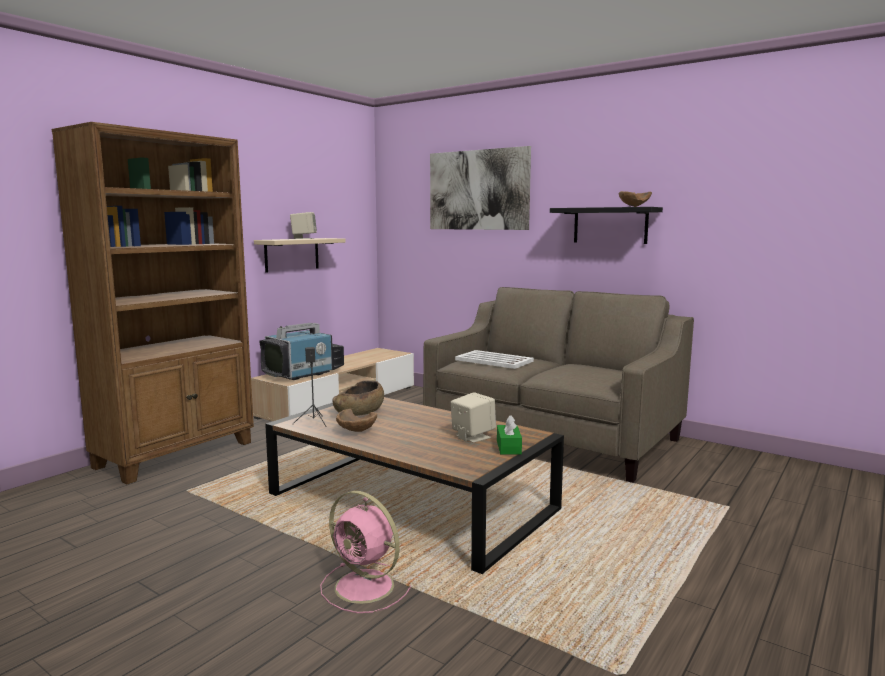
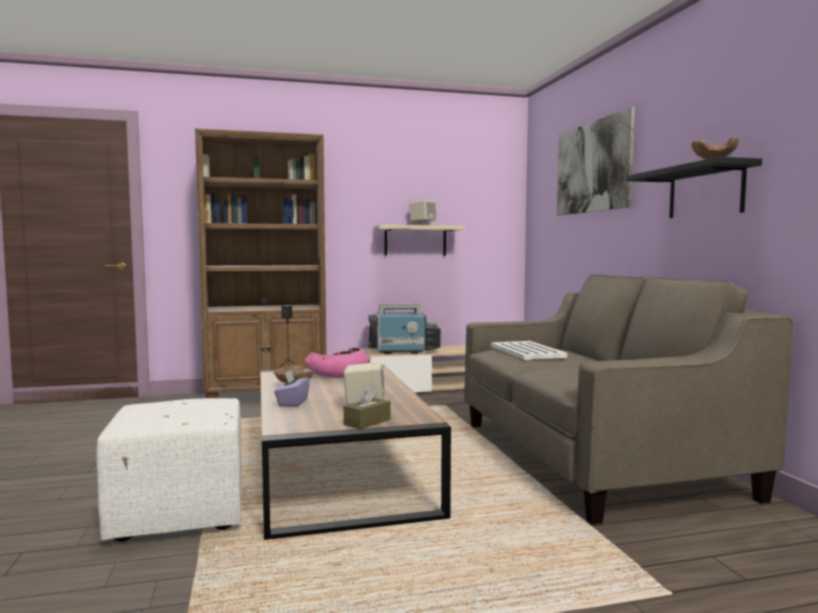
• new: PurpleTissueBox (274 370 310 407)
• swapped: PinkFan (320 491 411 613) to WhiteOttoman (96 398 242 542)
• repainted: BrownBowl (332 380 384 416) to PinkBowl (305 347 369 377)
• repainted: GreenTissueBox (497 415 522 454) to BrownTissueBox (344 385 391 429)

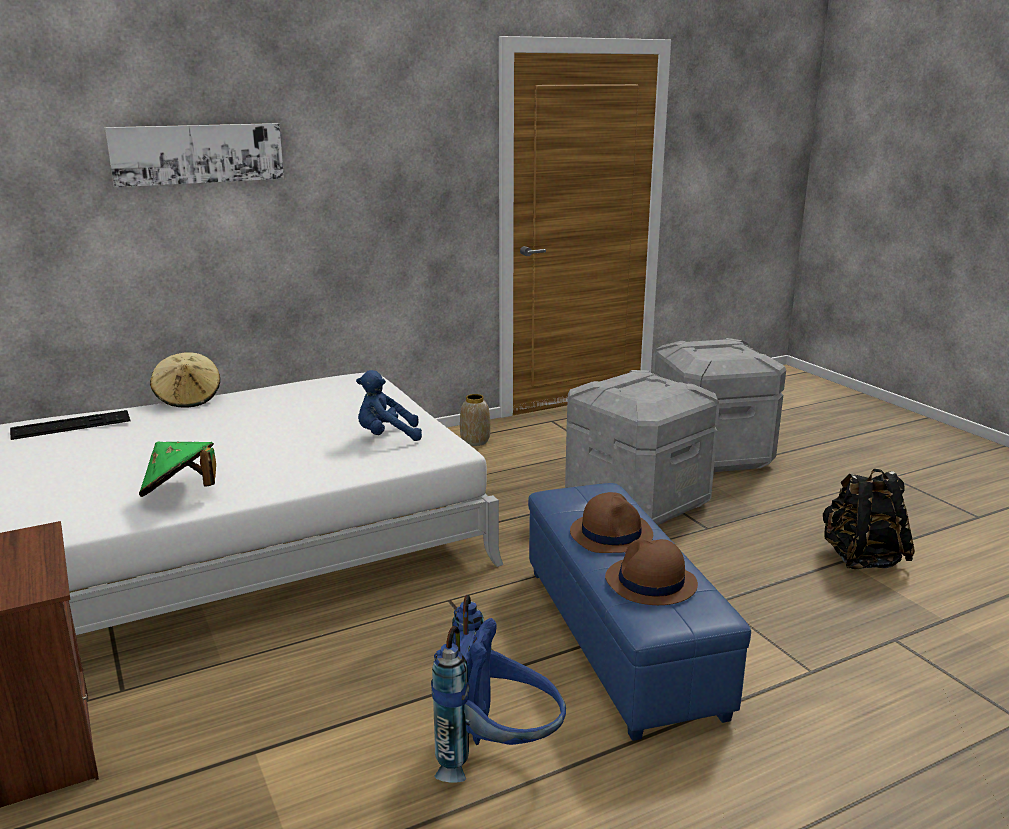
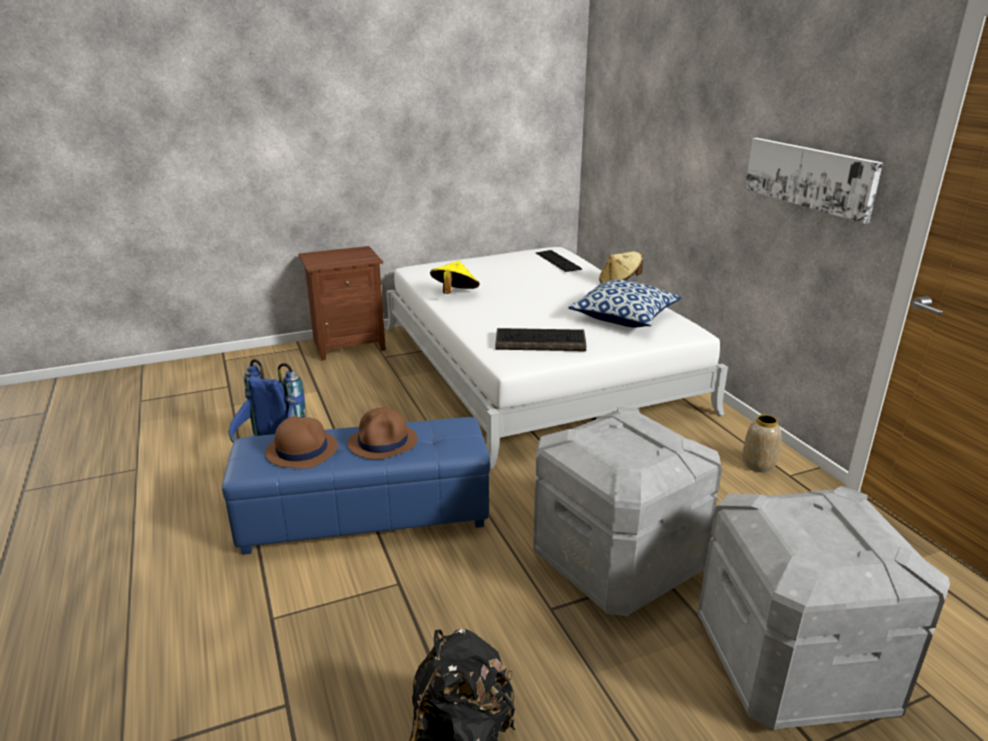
• new: Pillow (568 279 682 328)
• shifted: Picture (105 123 284 188) to (745 138 883 224)
• swapped: BluePlushToy (356 370 422 441) to Keyboard (495 328 586 351)
• repainted: GreenHat (139 441 216 497) to YellowHat (430 261 479 294)

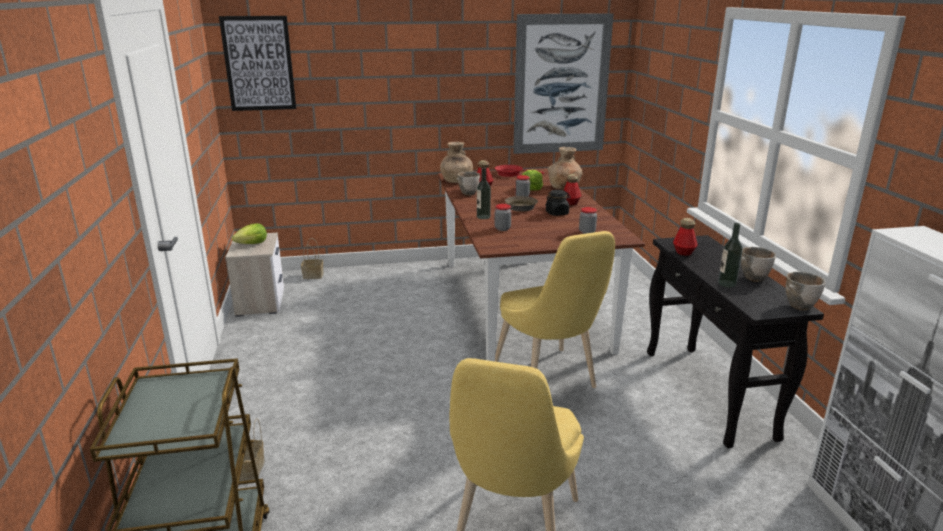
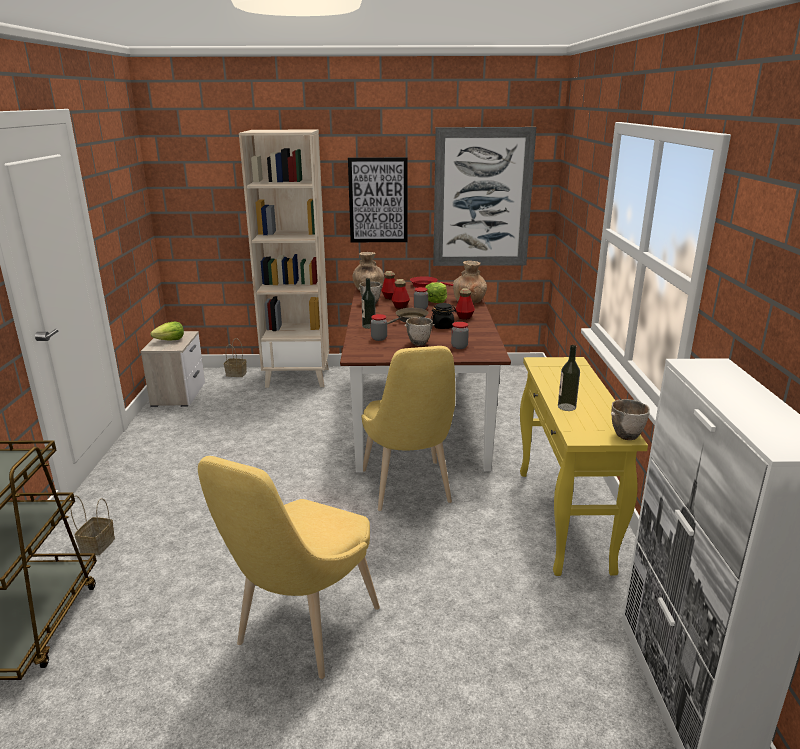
• new: BeigeBookcase (239 129 329 388)
• shifted: Picture (219 16 296 111) to (348 157 407 242)
• shifted: Bottle (673 218 698 256) to (391 279 410 309)
• shifted: Bowl (741 247 776 282) to (404 317 434 346)
• repainted: BlackConsoleTable (647 235 824 448) to YellowConsoleTable (520 357 648 576)

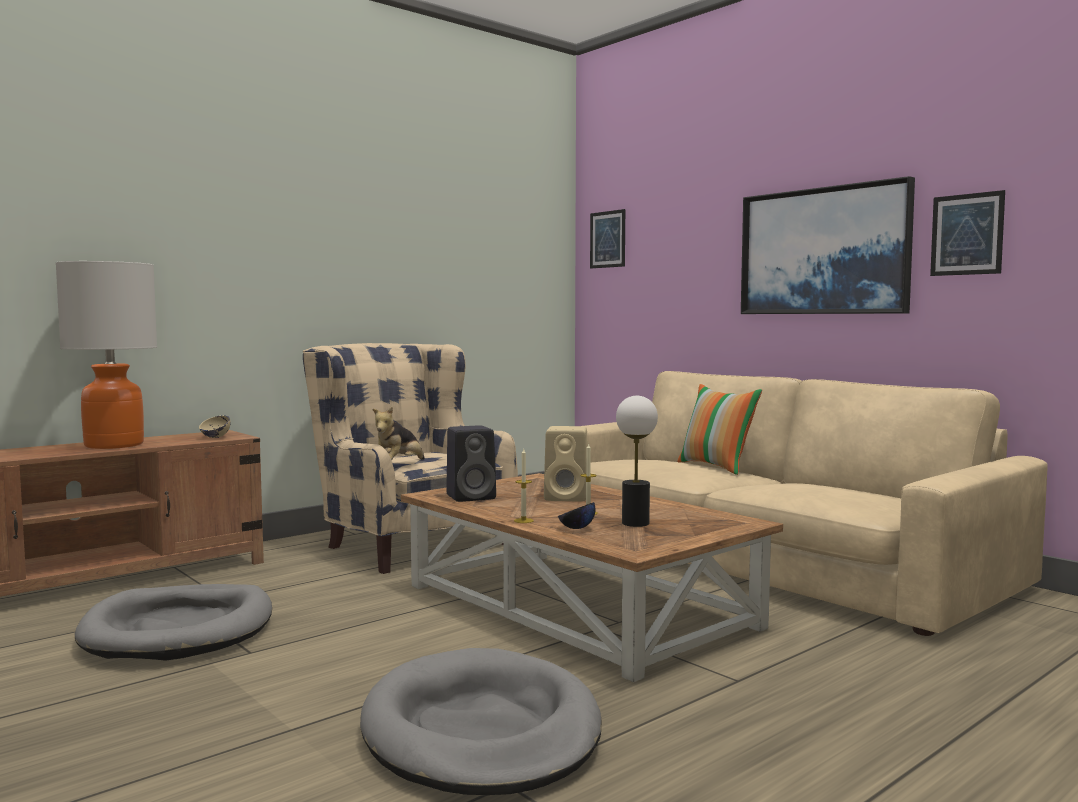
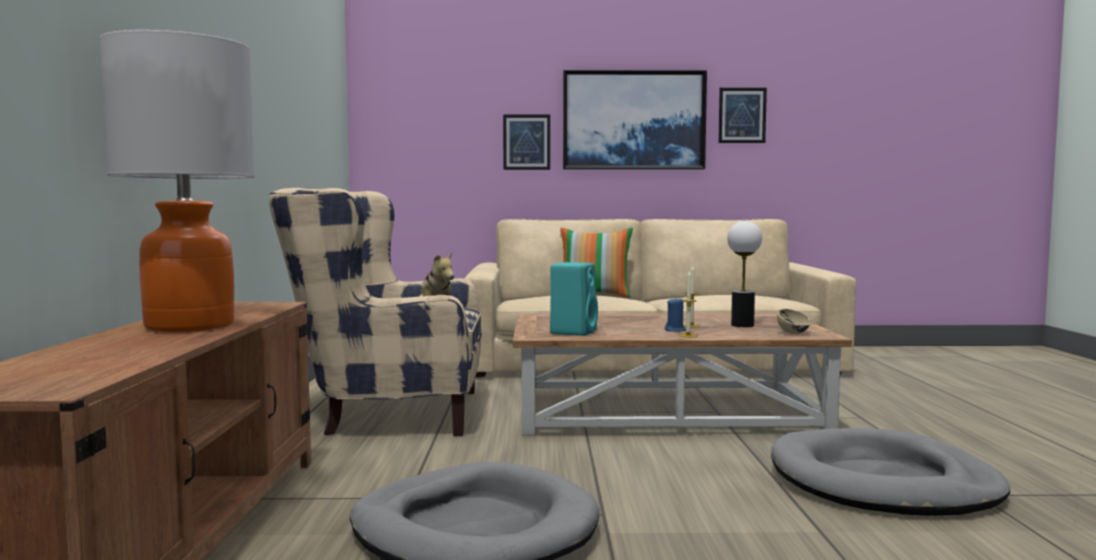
• gone: BeigeSpeaker (544 426 587 502)
• gone: BlackBowl (558 502 595 529)
• new: BlueCandle (665 297 686 332)
• shifted: BeigeBowl (199 415 231 438) to (777 309 811 334)
• shifted: Picture (590 209 625 269) to (503 115 550 170)
• repainted: BlackSpeaker (446 425 496 502) to TurquoiseSpeaker (550 262 598 336)

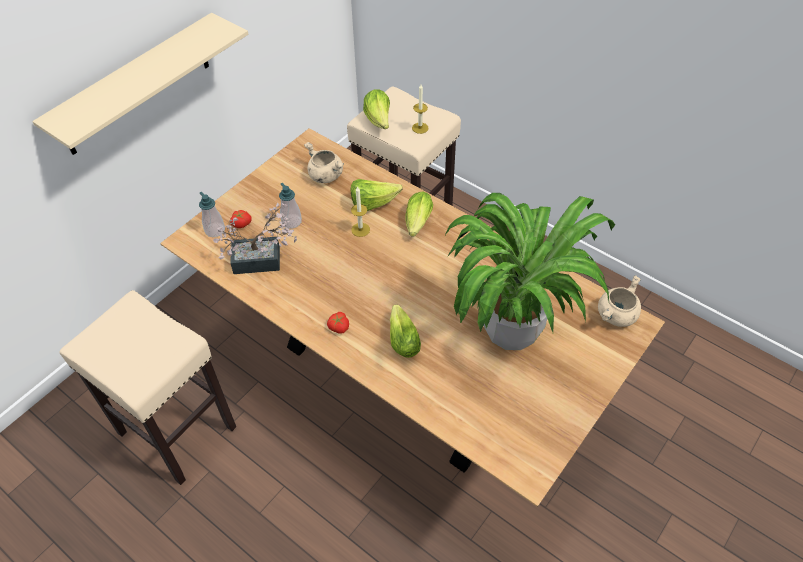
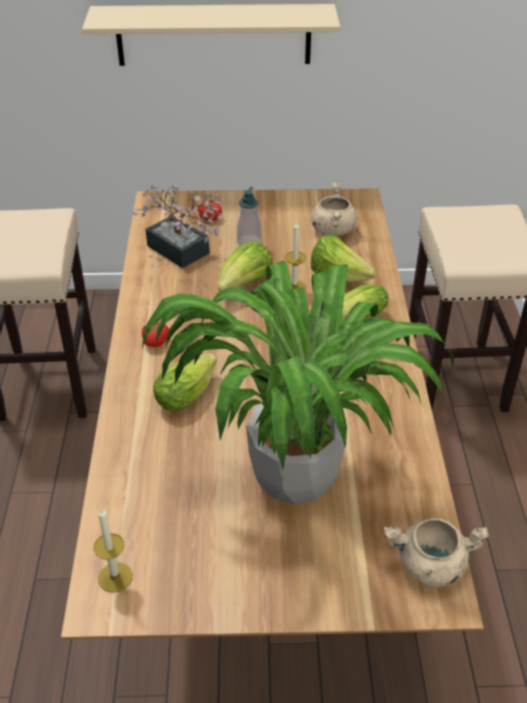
• gone: SoapDispenser (199 192 225 237)
• shifted: Lettuce (363 89 390 129) to (218 241 273 291)
• shifted: Candle (412 85 429 134) to (94 508 133 593)

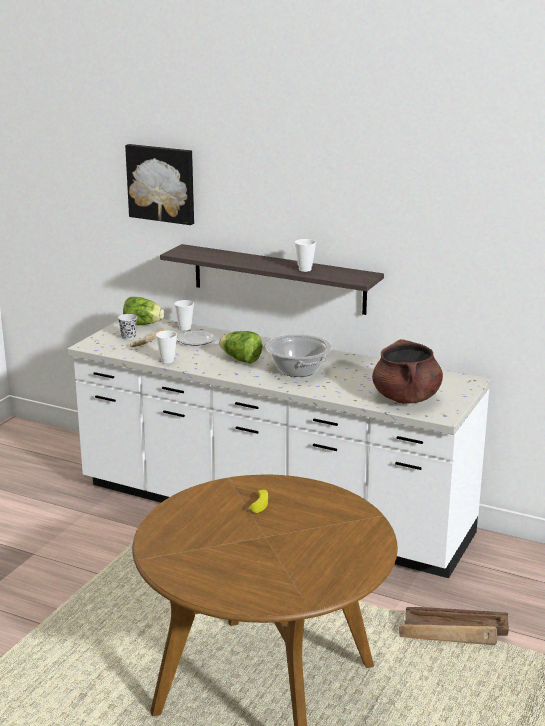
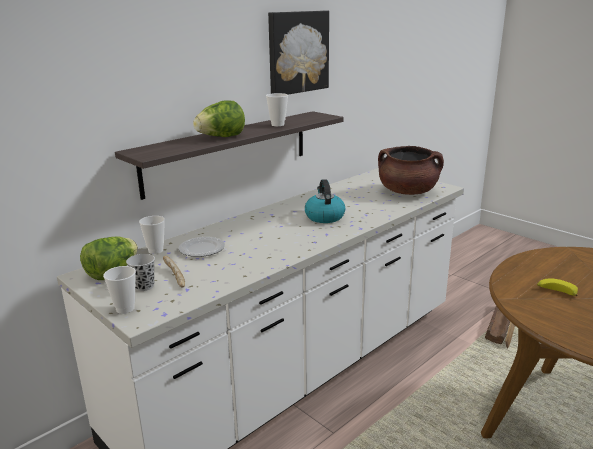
• shifted: Picture (125 144 194 225) to (268 11 329 95)
• shifted: Cup (156 331 177 363) to (103 266 136 314)
• shifted: Lettuce (219 331 263 364) to (193 100 245 137)
• swapped: CookingPot (266 334 332 377) to Kettle (305 179 345 223)

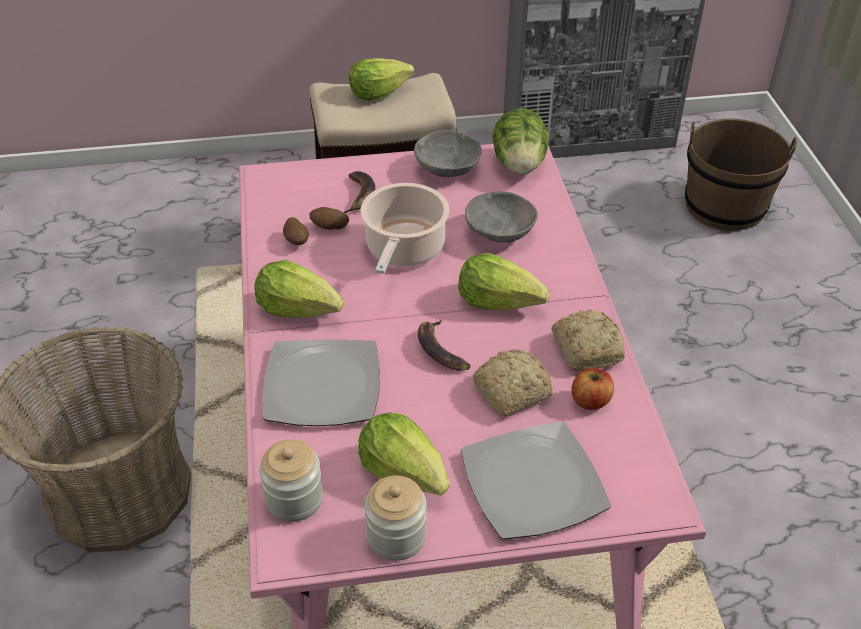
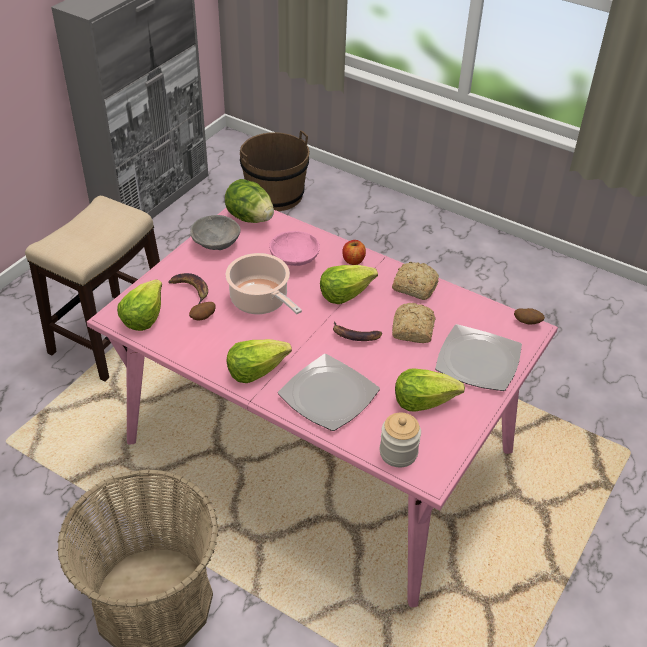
• gone: Jar (364 476 427 561)
• shifted: Potato (283 217 309 245) to (514 308 545 325)
• shifted: Lettuce (349 58 415 101) to (117 279 162 331)
• shifted: Apple (571 368 614 410) to (343 240 366 265)
• repainted: GreyBowl (465 191 538 243) to PinkBowl (269 231 320 266)

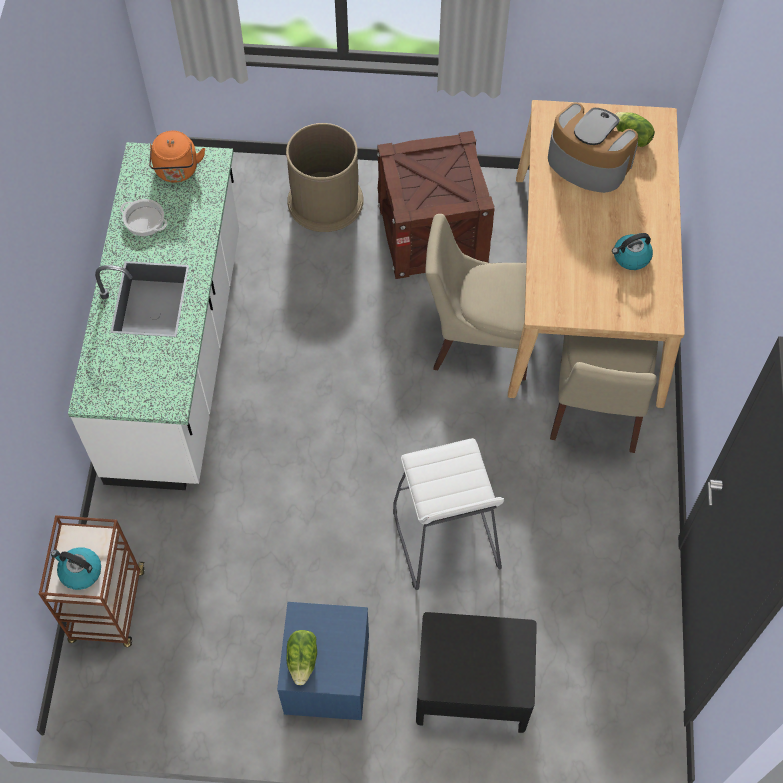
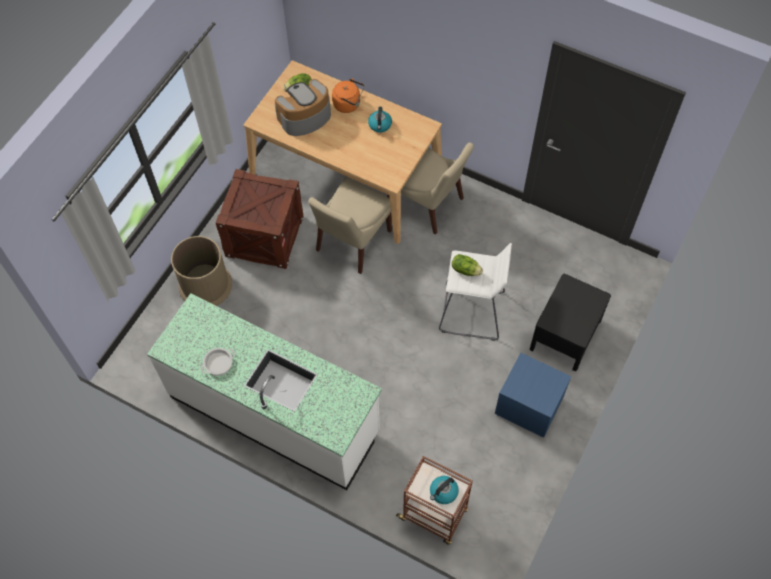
• shifted: OrangeKettle (149 131 205 183) to (332 78 364 113)
• shifted: Lettuce (286 630 317 685) to (452 254 483 276)

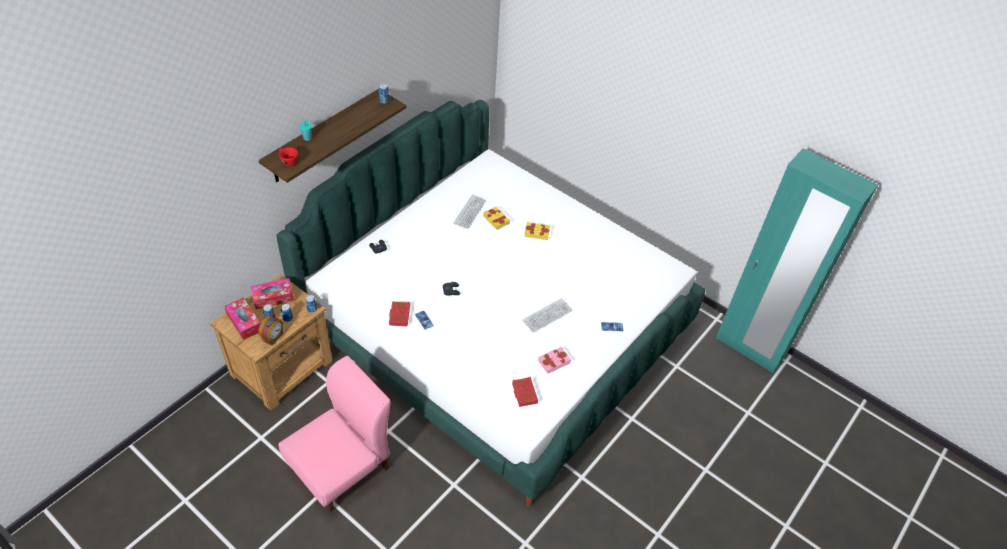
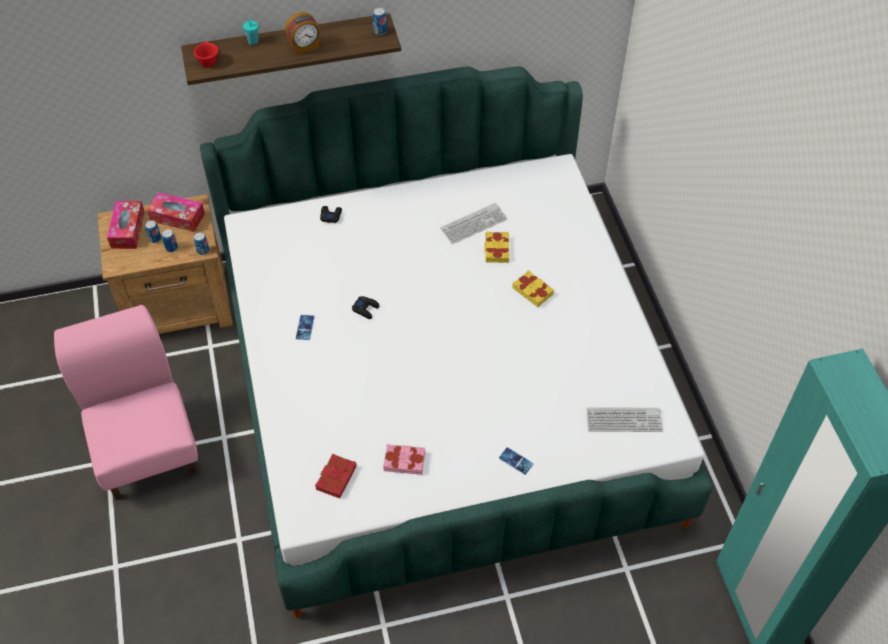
• gone: RedBook (389 301 410 326)
• shifted: AlarmClock (258 315 283 346) to (285 12 320 55)
• shifted: Keyboard (522 298 573 333) to (587 407 663 432)
• rotated: PinkChair (278 356 391 512) = (54 305 198 500) 105 degrees counterclockwise

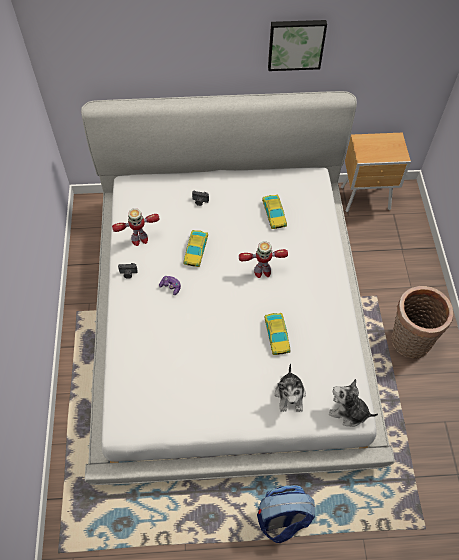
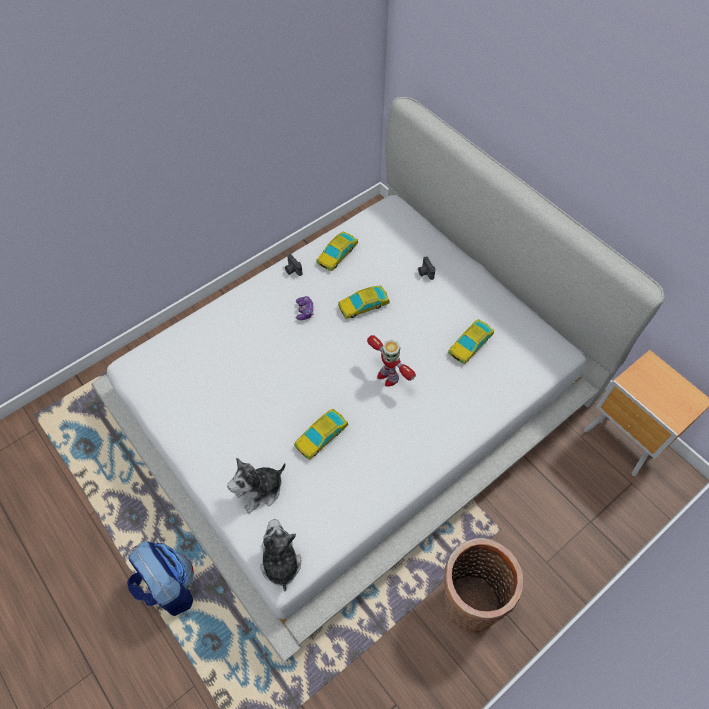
• gone: Picture (268 20 327 71)
• swapped: ToyRobot (112 209 160 246) to ToyCar (316 232 358 271)

